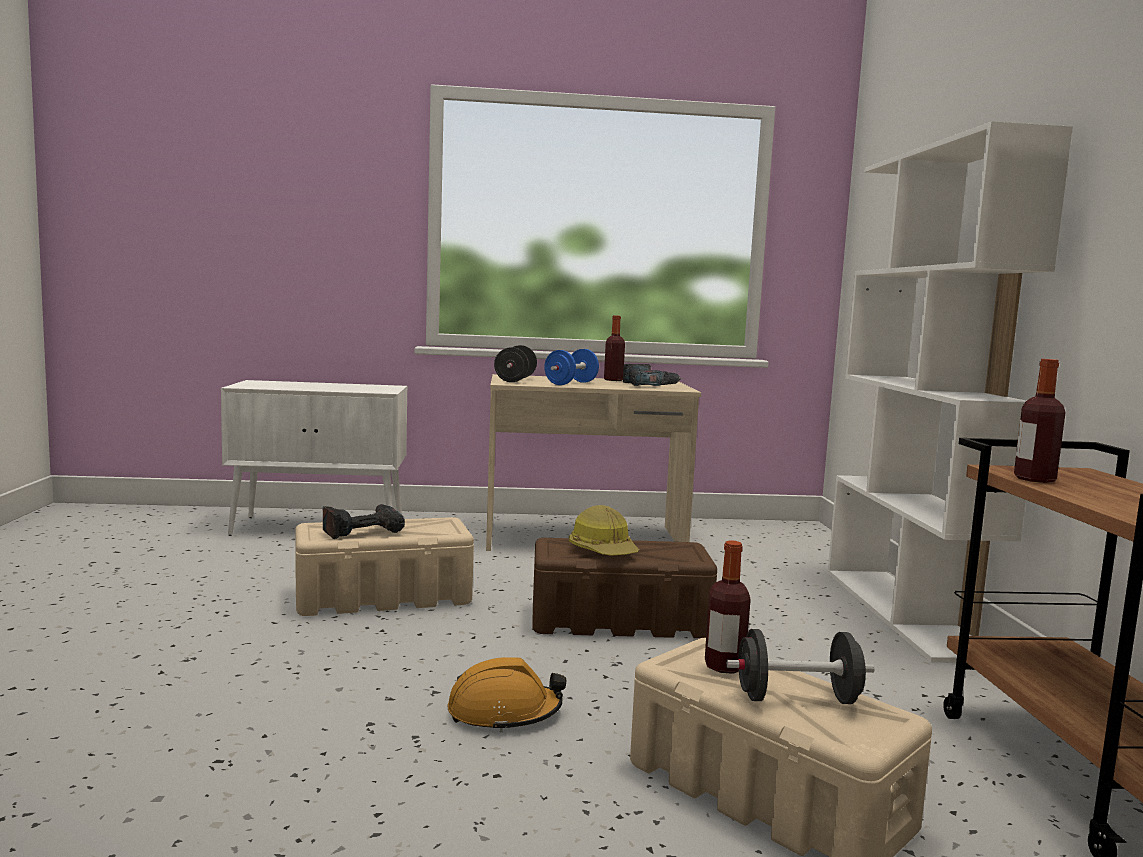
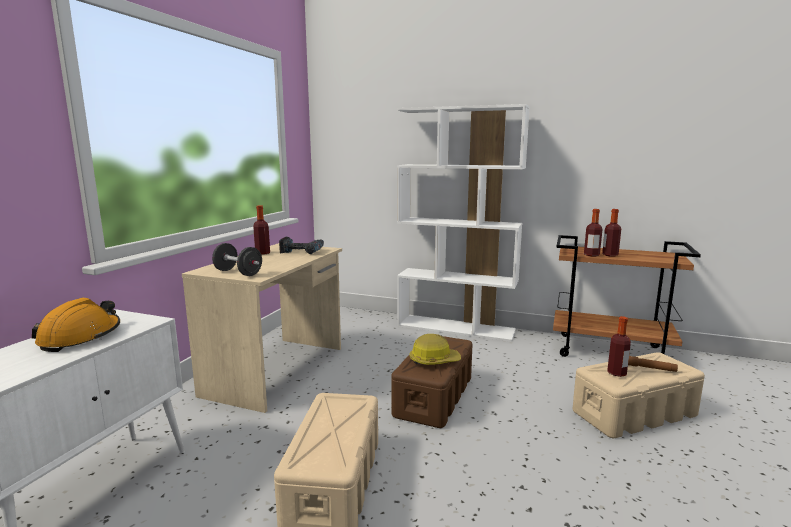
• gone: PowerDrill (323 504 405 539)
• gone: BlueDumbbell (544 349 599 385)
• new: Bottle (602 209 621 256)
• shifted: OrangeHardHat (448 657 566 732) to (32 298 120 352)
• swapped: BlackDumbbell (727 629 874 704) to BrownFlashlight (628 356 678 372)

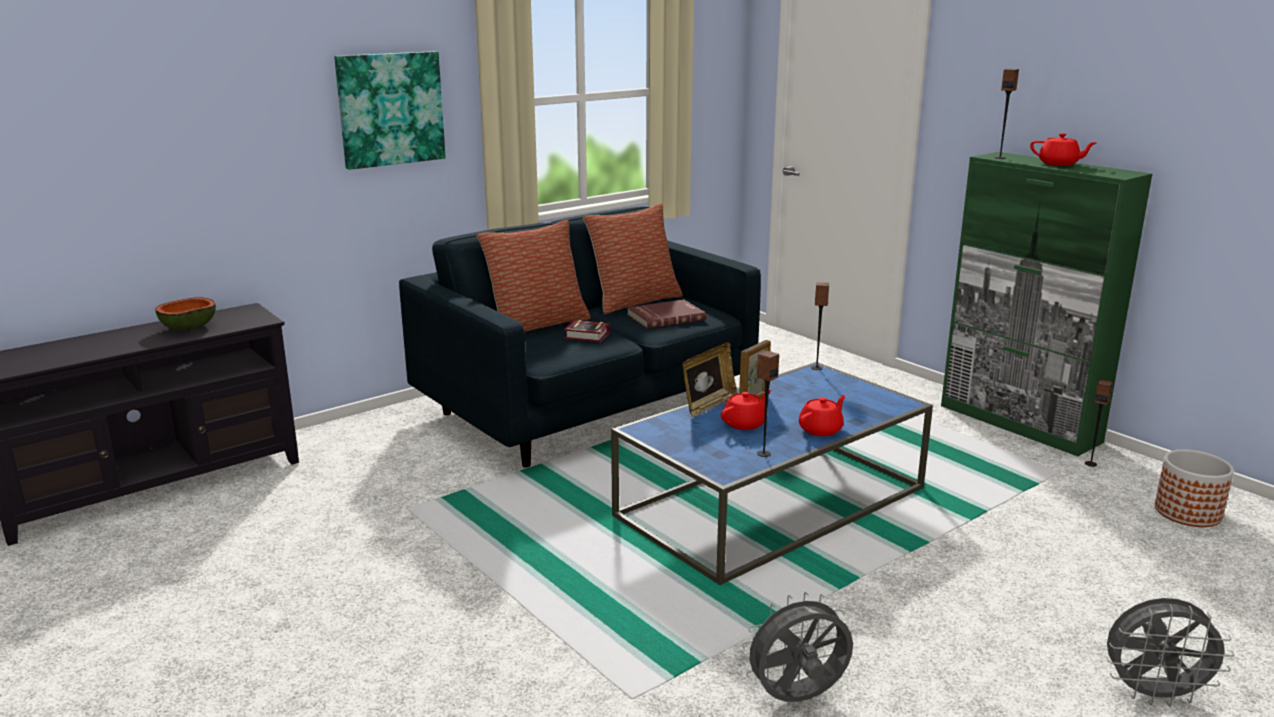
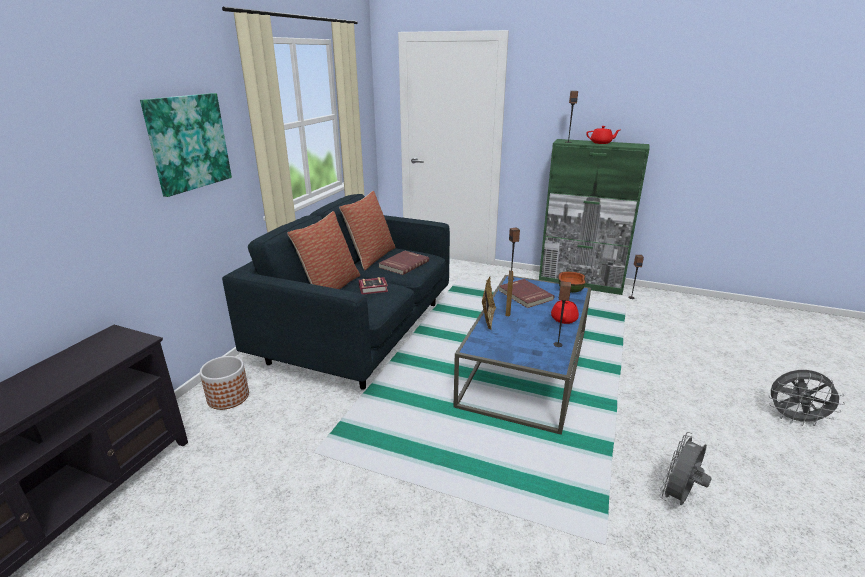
• gone: RedTeapot (721 390 771 430)
• new: RedBook (498 279 554 308)
• shifted: Bowl (155 297 216 330) to (558 271 586 293)
• shifted: Planter (1155 449 1234 527) to (200 356 249 410)
• rotated: GreyFan (1106 598 1234 707) = (769 370 845 426) 45 degrees clockwise

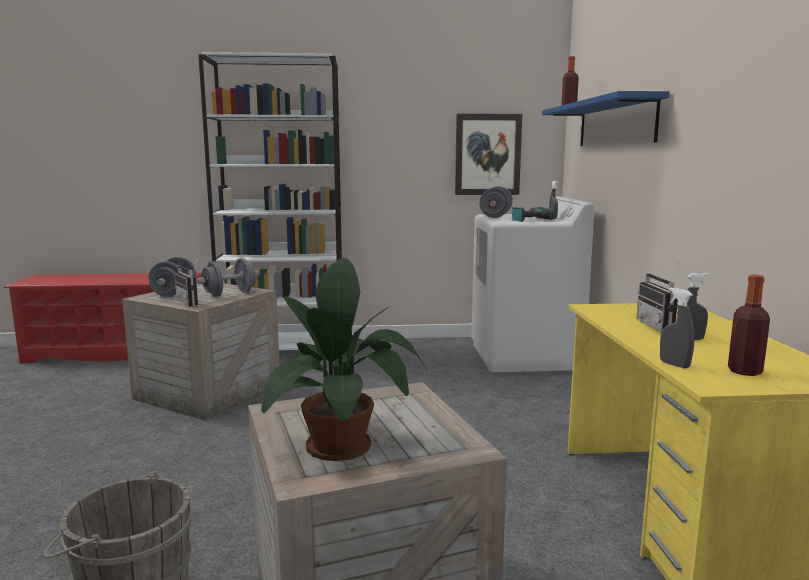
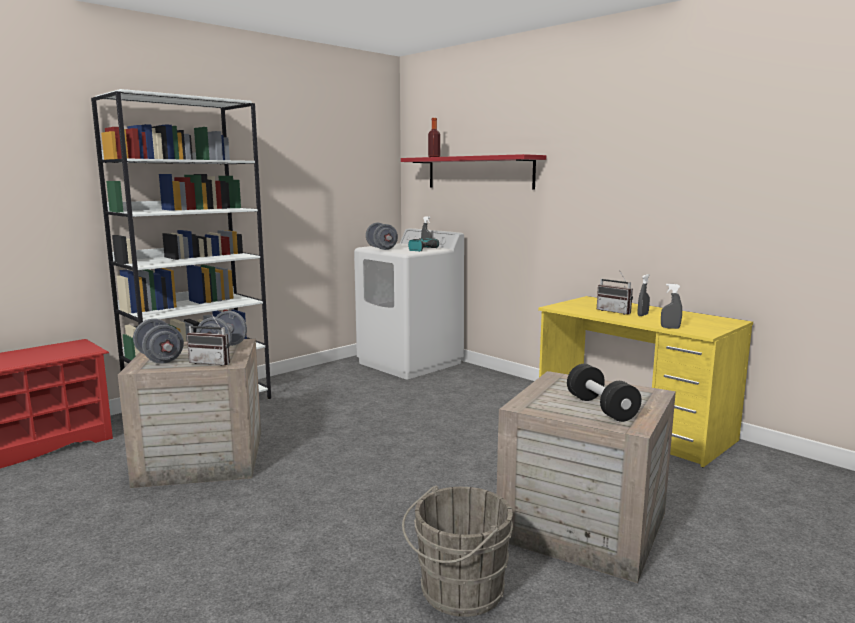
• gone: Picture (455 114 522 195)
• gone: Bottle (728 275 770 376)
• swapped: PottedPlant (261 258 427 461) to BlackDumbbell (567 364 641 422)
• repainted: BlueShelf (542 91 670 146) to RedShelf (401 154 546 189)

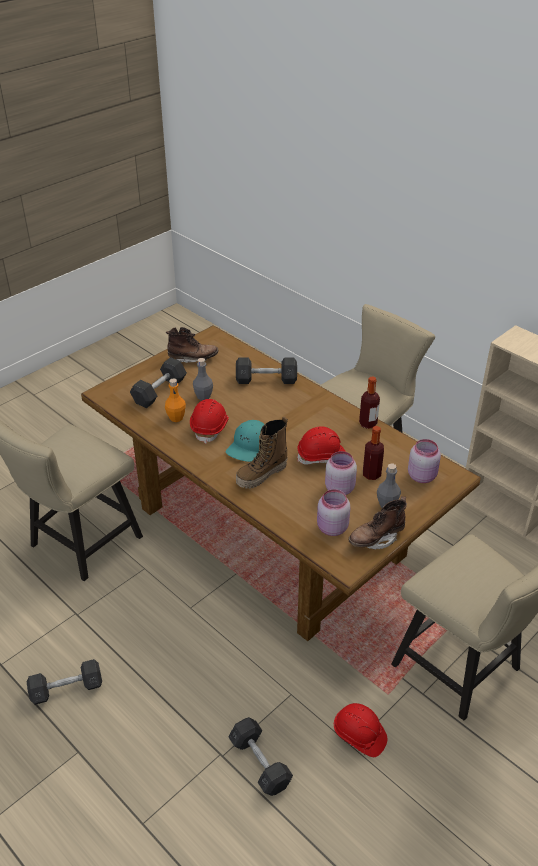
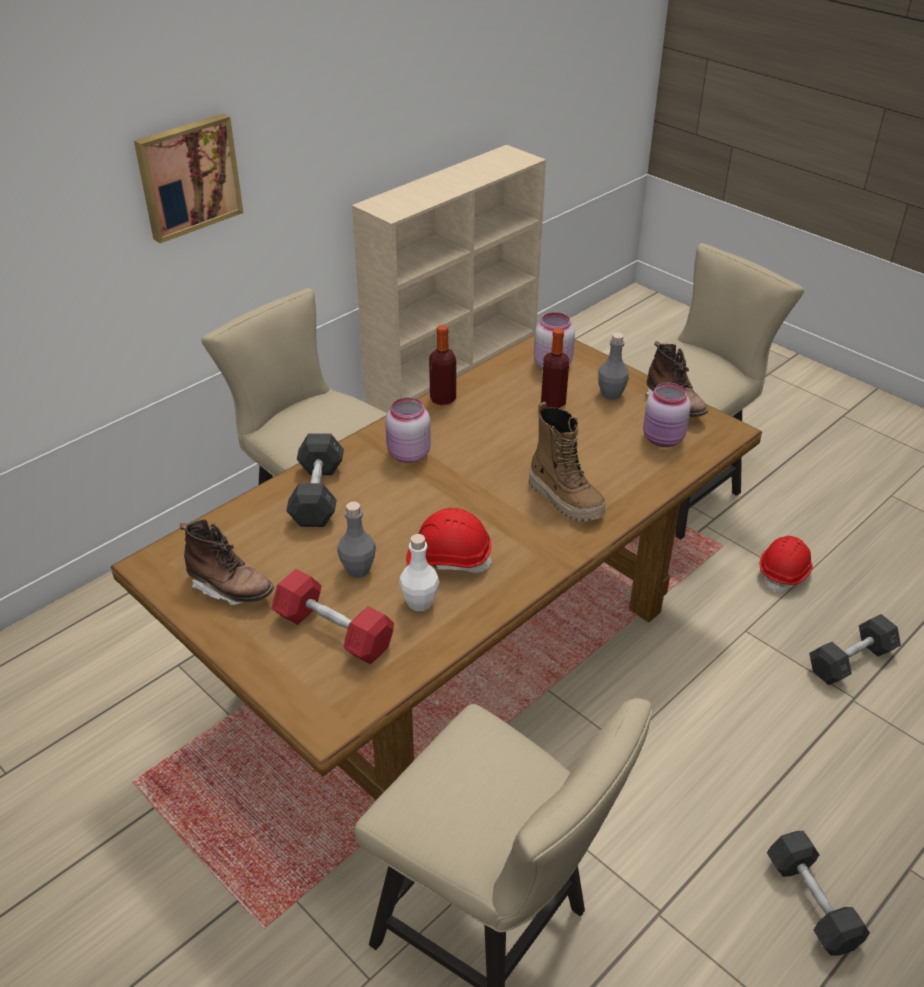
• gone: TurquoiseCap (226 420 264 462)
• gone: RedHardHat (297 426 346 465)
• new: Picture (134 114 243 244)
• shifted: PinkJar (325 451 357 495) to (385 397 431 463)
• repainted: GreyDumbbell (130 357 187 408) to RedDumbbell (271 569 394 664)
• repainted: OrangeBottle (165 378 186 422) to WhiteBottle (399 534 439 611)
• rotated: BrownBoot (166 327 218 363) = (180 520 274 605) 120 degrees clockwise

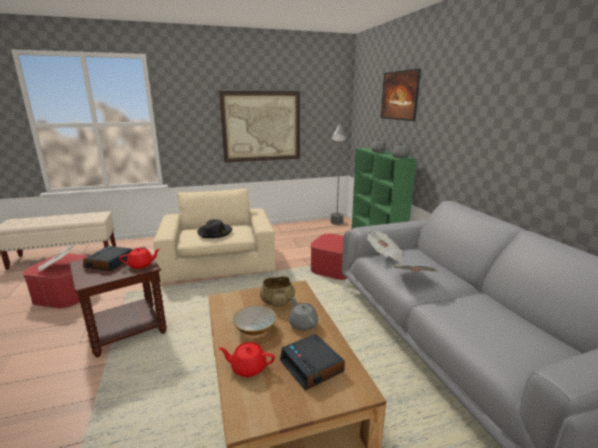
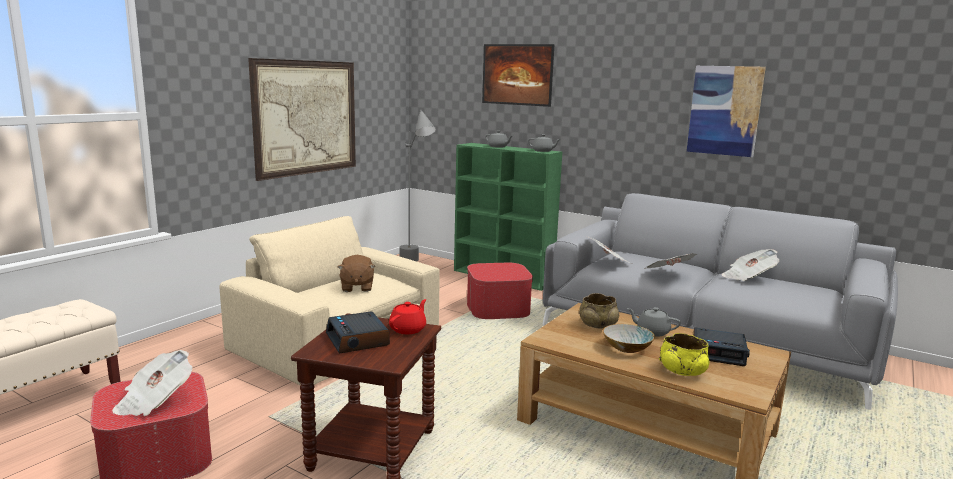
• new: Picture (687 66 766 157)
• new: Newspaper (722 249 779 281)
• swapped: BlackHat (197 219 232 238) to BrownPlushToy (338 255 375 292)
• swapped: RedTeapot (219 342 275 377) to YellowBowl (659 333 710 376)

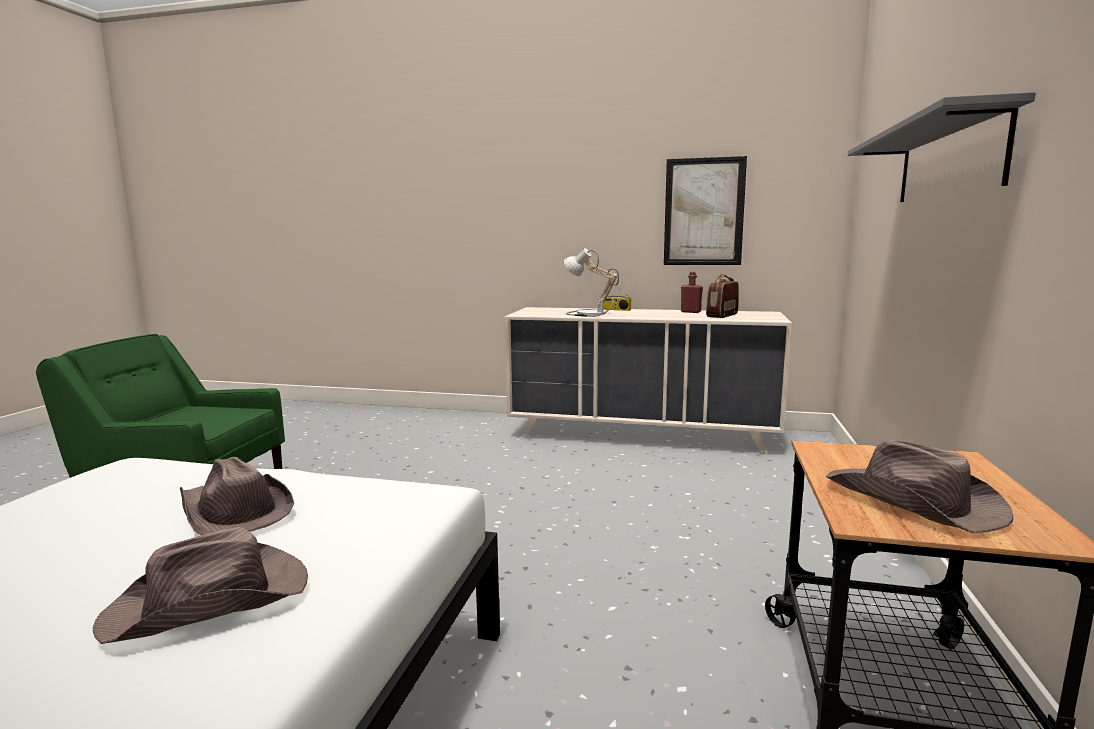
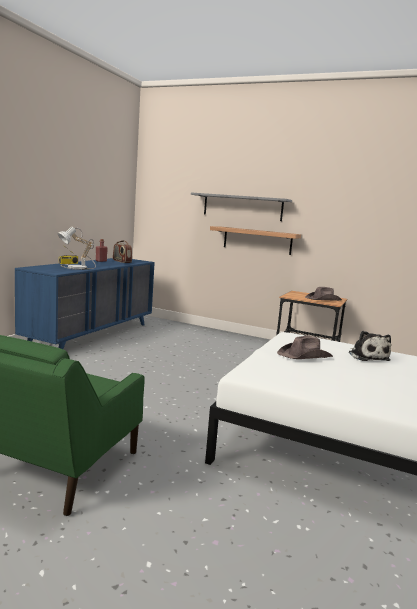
• gone: Picture (664 156 747 265)
• new: Shelf (210 226 301 255)
• swapped: BrownHat (93 527 308 644) to PlushToy (348 331 391 361)
• repainted: BeigeDresser (505 307 792 454) to BlueDresser (15 258 155 349)

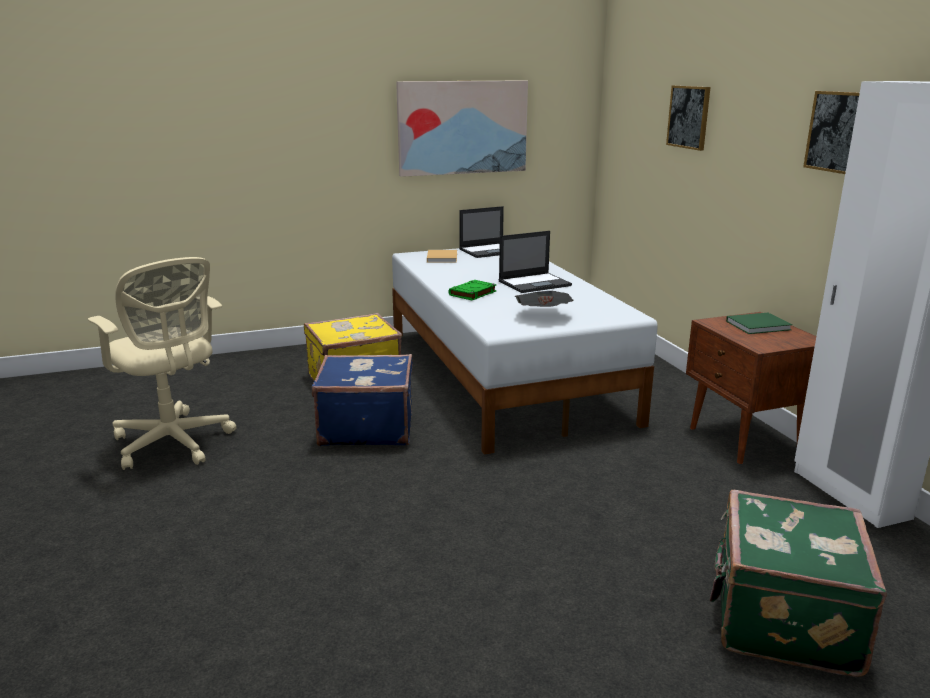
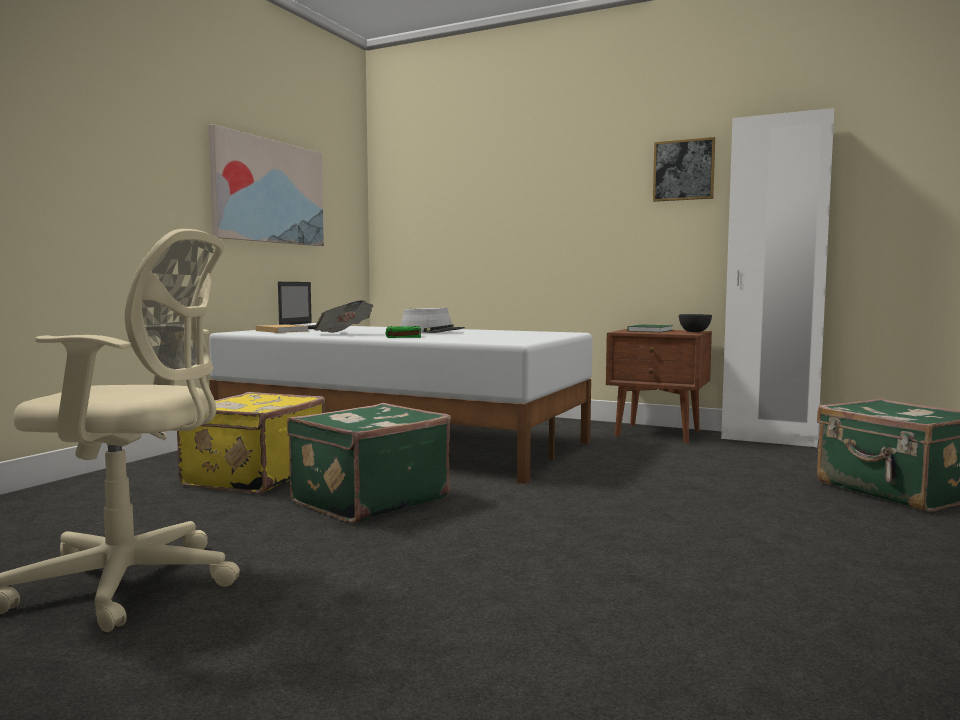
• gone: Picture (666 85 711 151)
• new: GreyBowl (679 314 712 332)
• shifted: Newspaper (515 291 574 307) to (314 300 373 333)
• swapped: Laptop (499 231 572 293) to GreyHat (401 308 465 333)
• repainted: BlueSuitcase (312 354 413 446) to GreenSuitcase (287 403 451 524)

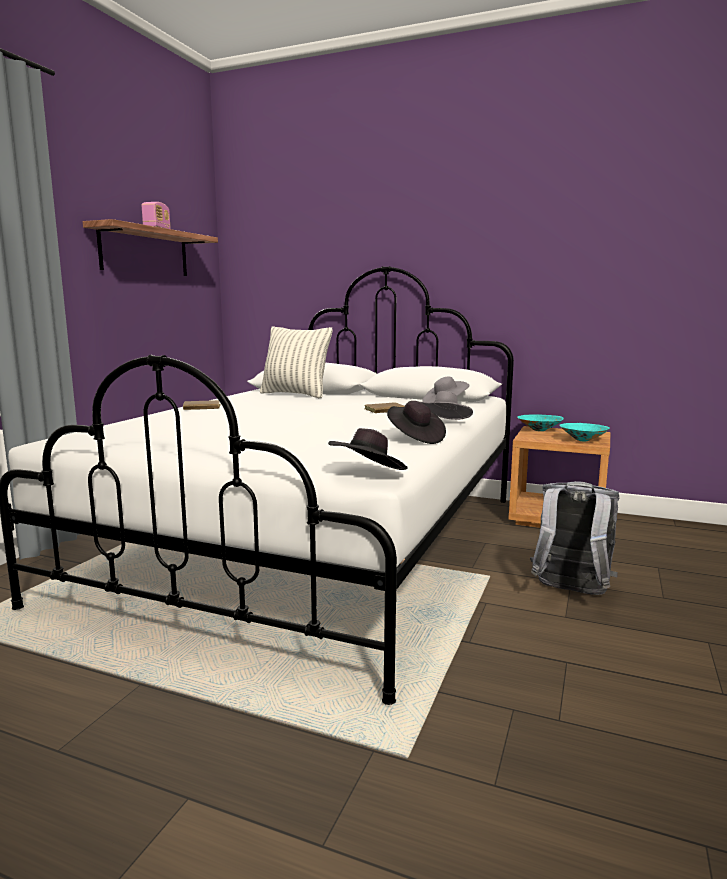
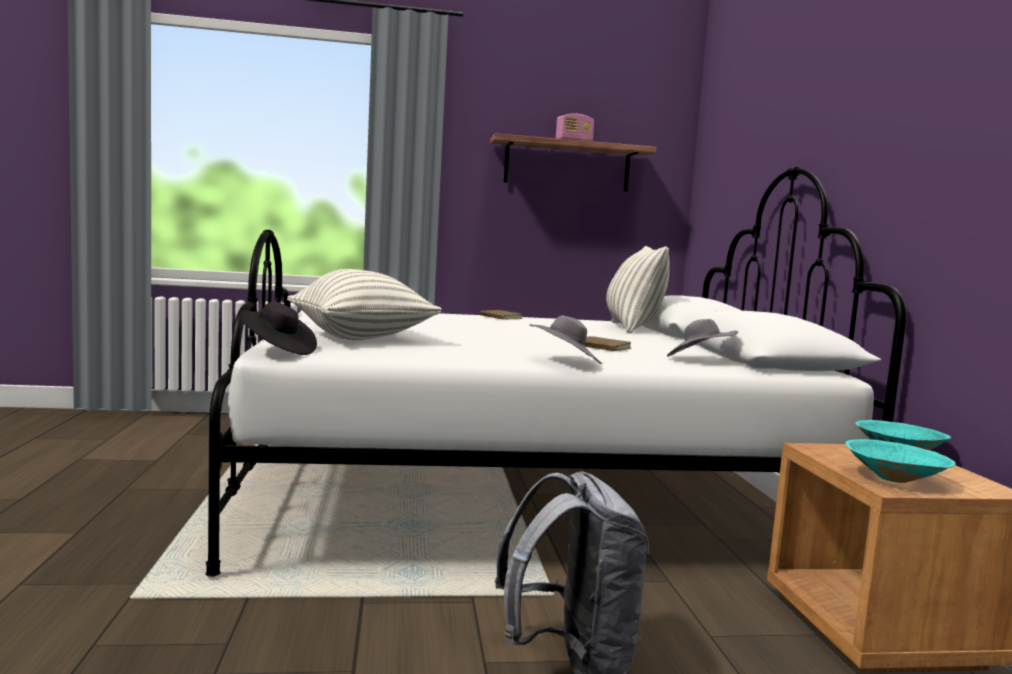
• gone: BlackHat (387 401 446 444)
• new: Pillow (287 269 442 340)

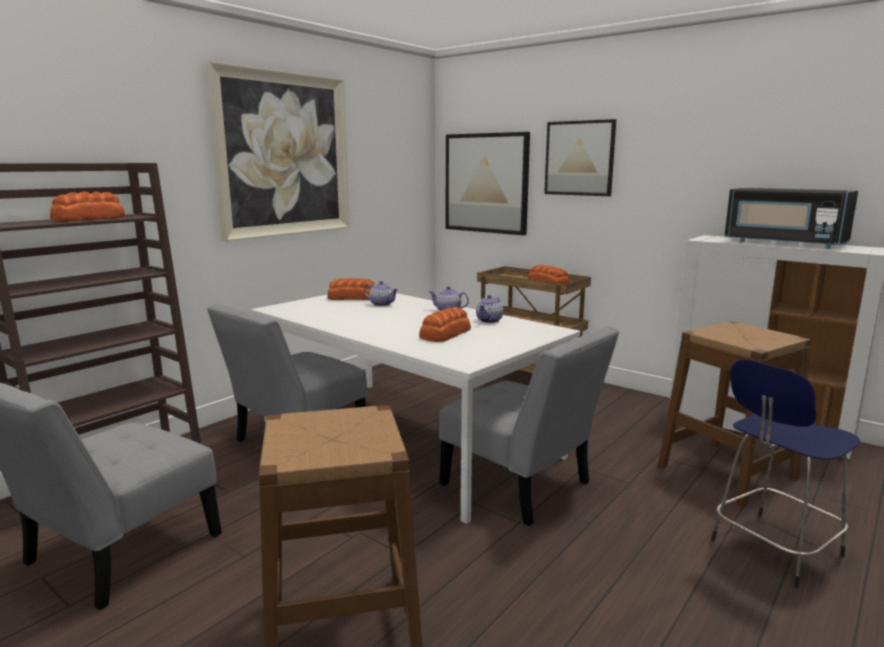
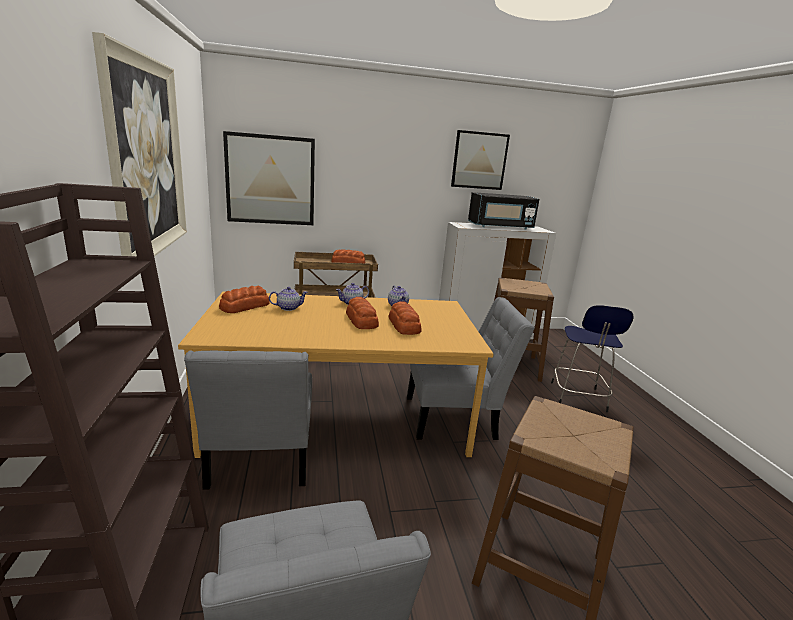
• shifted: Bread (50 191 125 222) to (346 297 379 329)
• shifted: Picture (544 119 616 196) to (451 130 510 190)
• repainted: WhiteDiningTable (251 293 580 524) to OrangeDiningTable (178 291 494 458)

